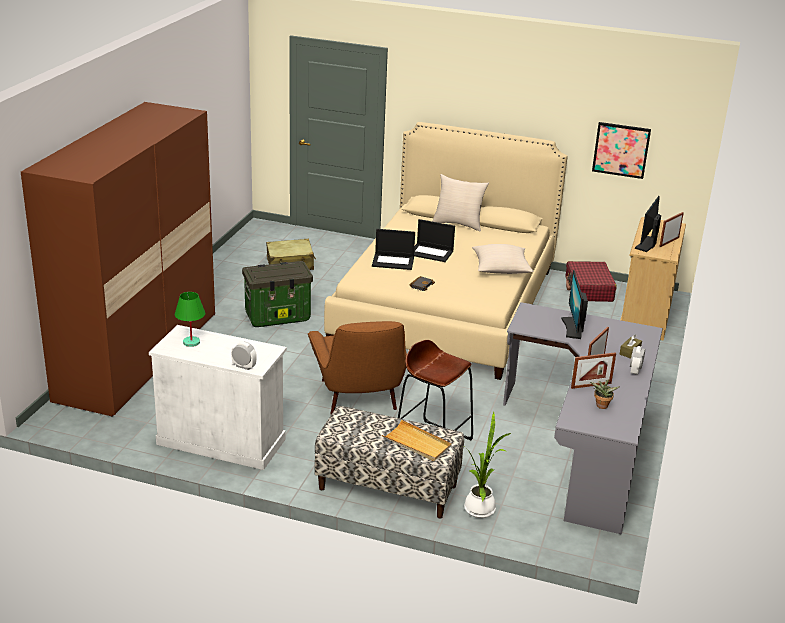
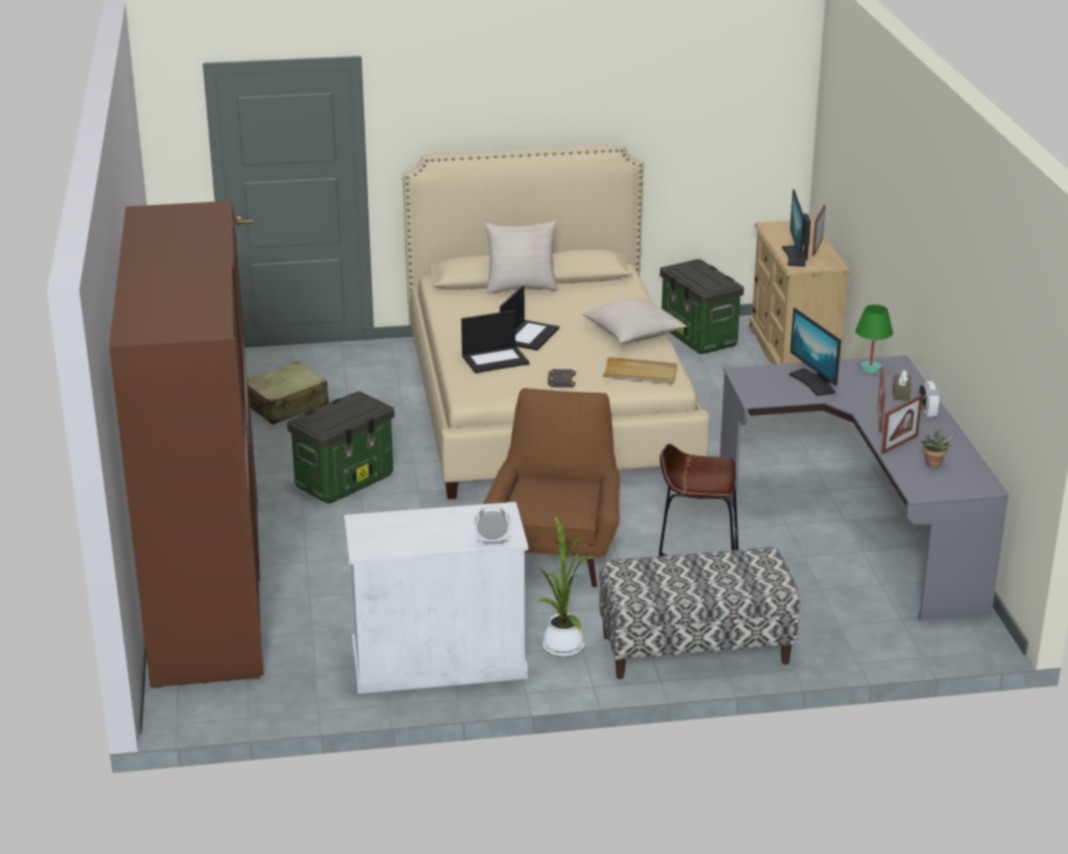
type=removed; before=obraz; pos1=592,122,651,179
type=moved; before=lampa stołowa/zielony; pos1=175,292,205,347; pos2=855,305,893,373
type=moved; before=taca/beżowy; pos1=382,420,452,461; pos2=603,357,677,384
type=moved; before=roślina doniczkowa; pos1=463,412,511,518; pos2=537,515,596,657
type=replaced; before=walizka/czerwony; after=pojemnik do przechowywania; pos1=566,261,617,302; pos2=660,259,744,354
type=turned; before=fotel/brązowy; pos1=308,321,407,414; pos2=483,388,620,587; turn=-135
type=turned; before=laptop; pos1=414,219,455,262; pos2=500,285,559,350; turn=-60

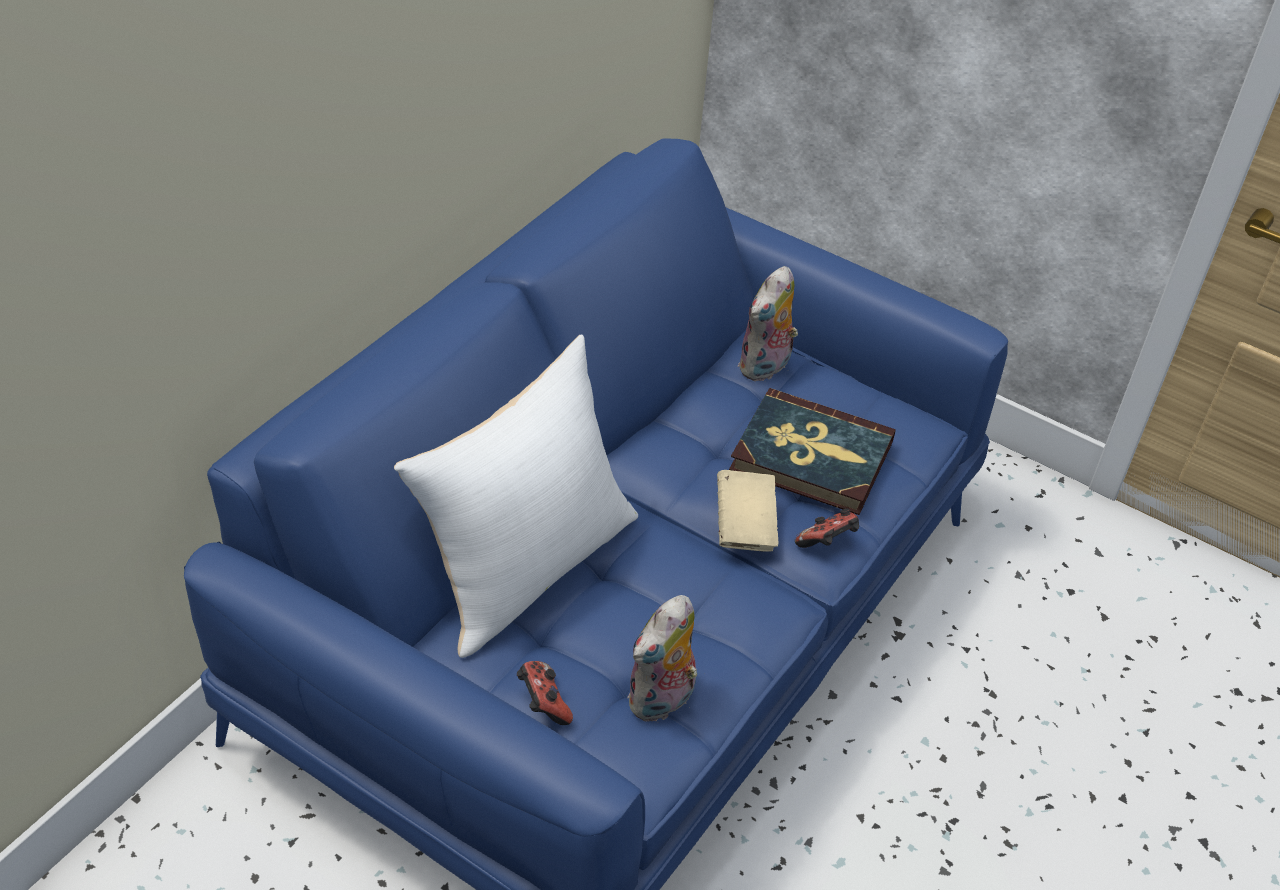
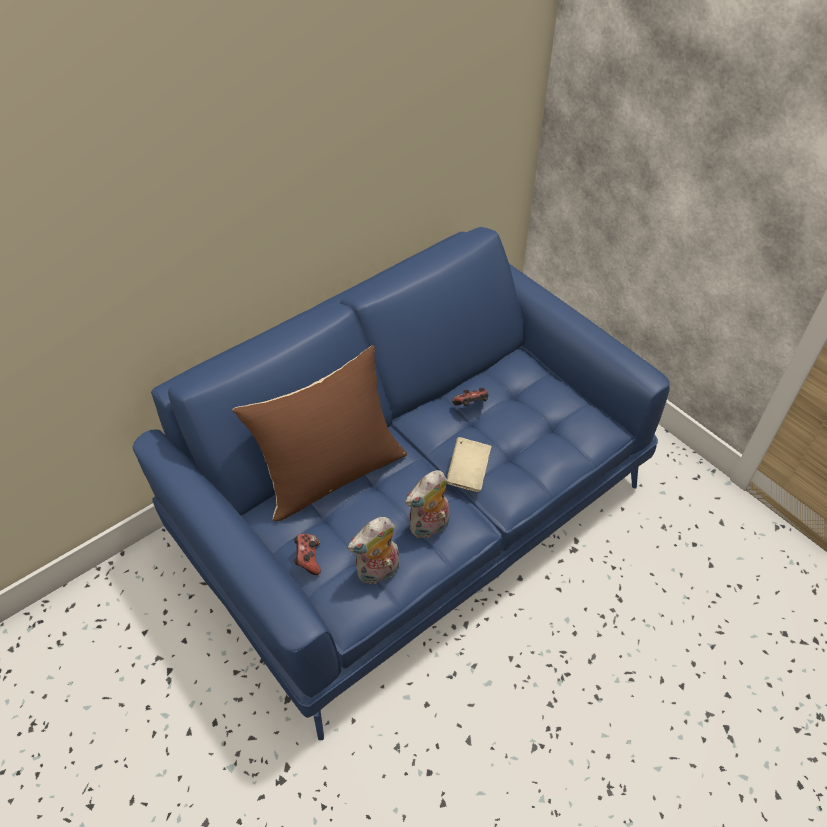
type=removed; before=książka; pos1=729,388,896,515
type=moved; before=pluszak; pos1=738,266,798,381; pos2=405,470,450,538
type=moved; before=pad do gier; pos1=795,509,859,548; pos2=452,388,488,406
type=recoloured; before=poduszka/biały; after=poduszka/brązowy; pos1=394,335,638,658; pos2=232,345,407,522

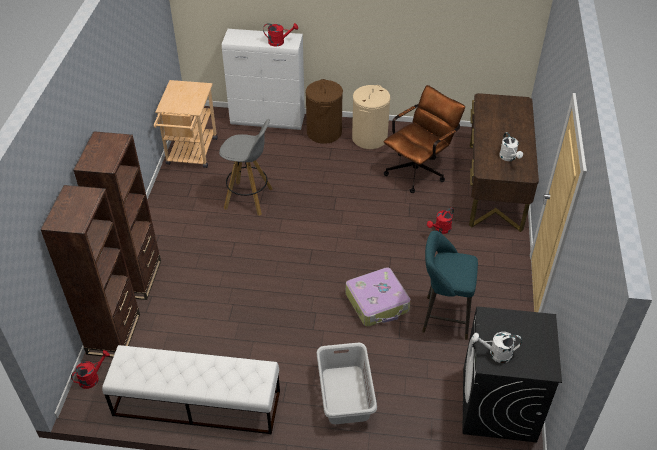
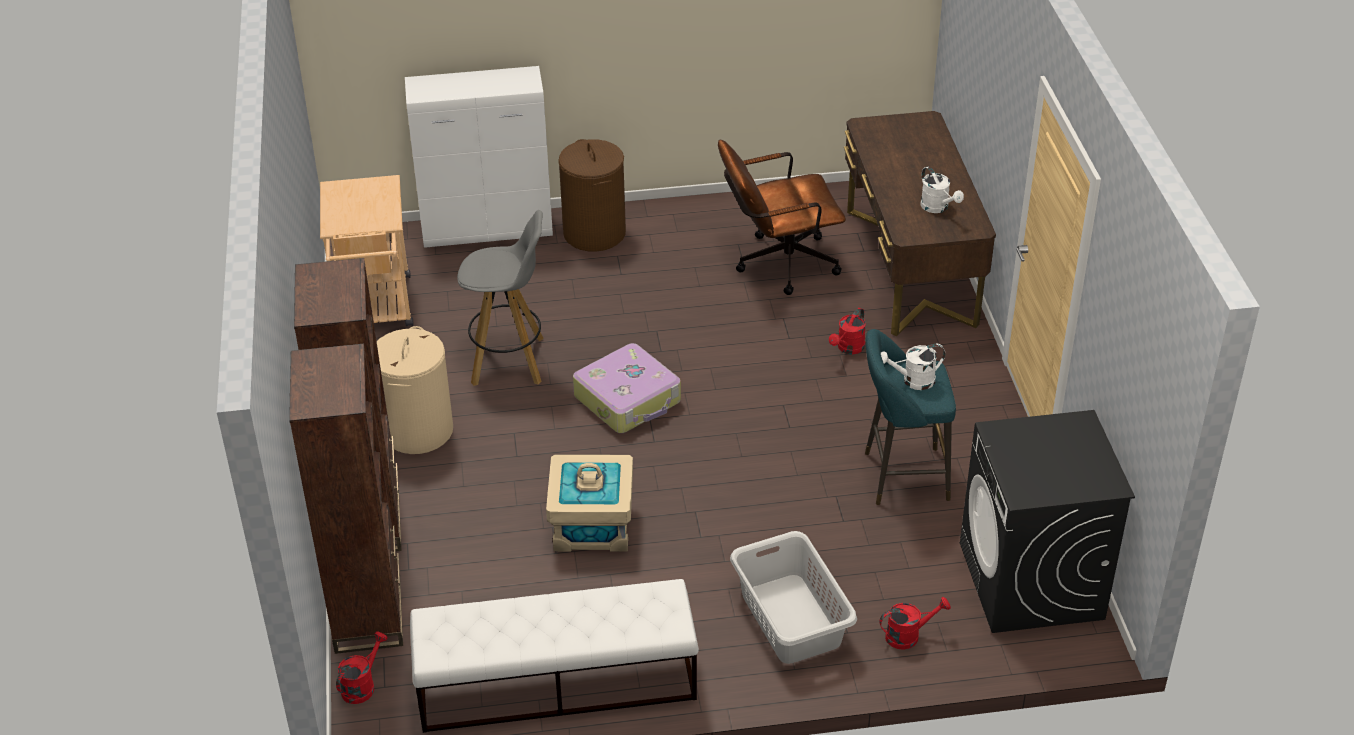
type=added; after=pojemnik do przechowywania/beżowy; pos2=546,454,633,552
type=moved; before=konewka/czerwony; pos1=263,23,298,46; pos2=880,597,951,650
type=moved; before=walizka; pos1=346,267,411,327; pos2=573,343,681,433
type=moved; before=kosz na pranie/beżowy; pos1=352,85,390,149; pos2=377,326,453,454
type=moved; before=konewka/biały; pos1=472,332,522,363; pos2=881,344,945,390
type=turned; before=krzesło biurowe/brązowy; pos1=383,85,465,193; pos2=718,140,846,295; turn=-135

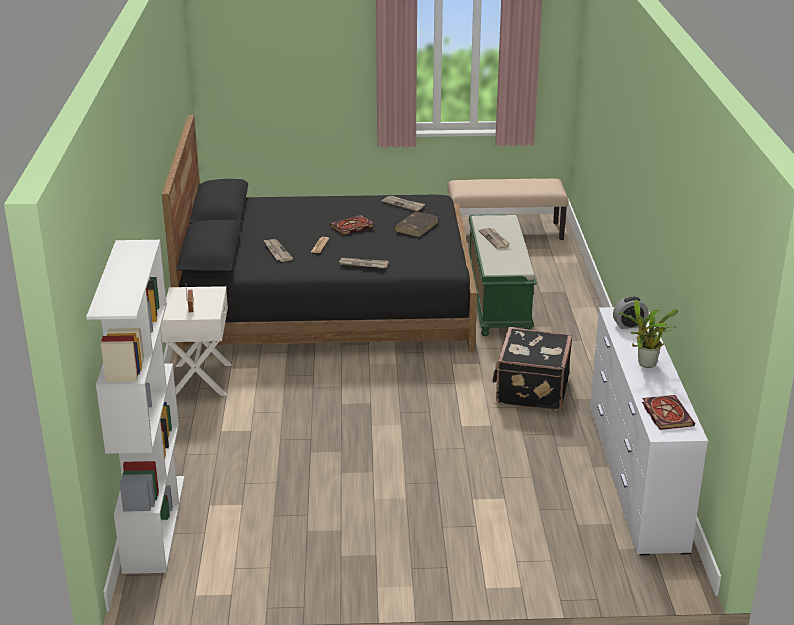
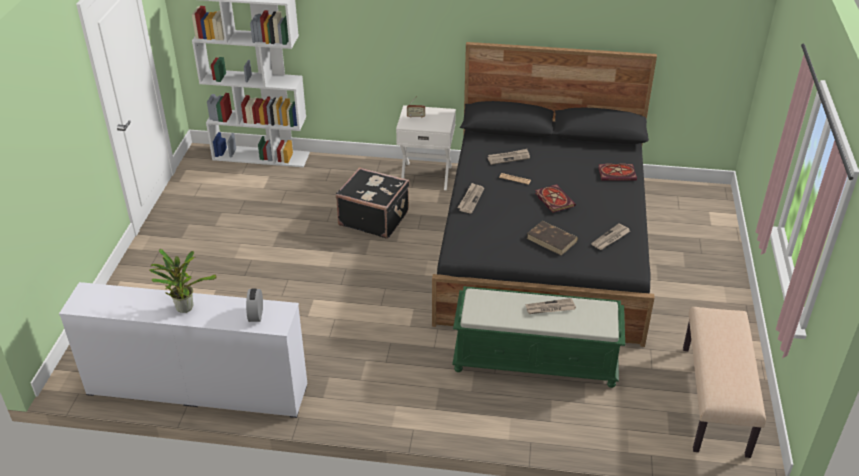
type=moved; before=walizka/czarny; pos1=492,327,572,411; pos2=336,167,410,238
type=moved; before=książka; pos1=642,395,695,430; pos2=598,164,637,181

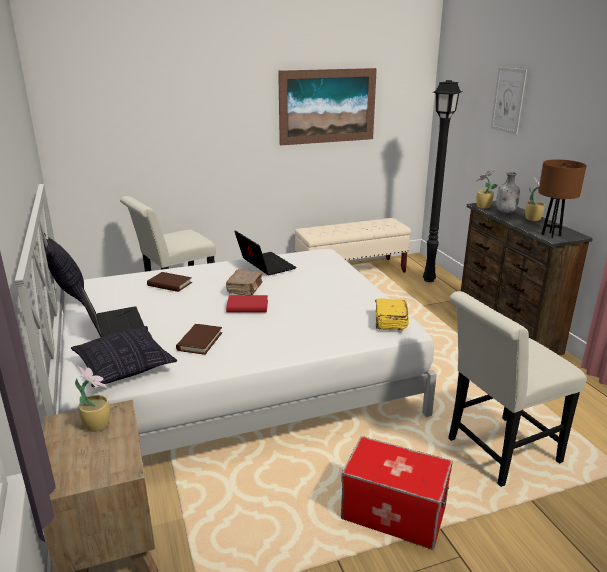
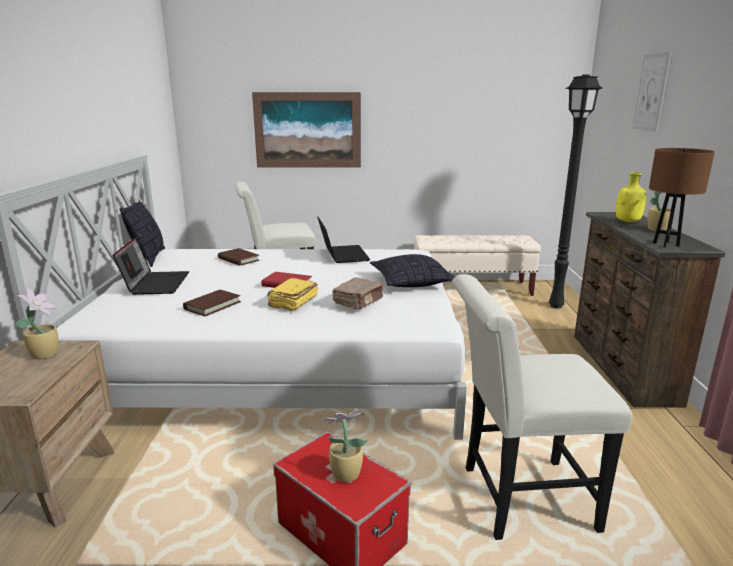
type=moved; before=poduszka; pos1=71,326,177,387; pos2=370,254,455,287
type=moved; before=książka/brązowy; pos1=226,269,262,295; pos2=332,277,383,309
type=moved; before=obraz; pos1=278,68,377,145; pos2=252,92,361,168
type=moved; before=książka/żółty; pos1=375,298,409,331; pos2=268,278,318,311
type=moved; before=roślina doniczkowa; pos1=476,169,498,209; pos2=321,411,368,482
type=recoloured; before=butelka/szary; after=butelka/żółty; pos1=496,172,520,213; pos2=616,172,646,222

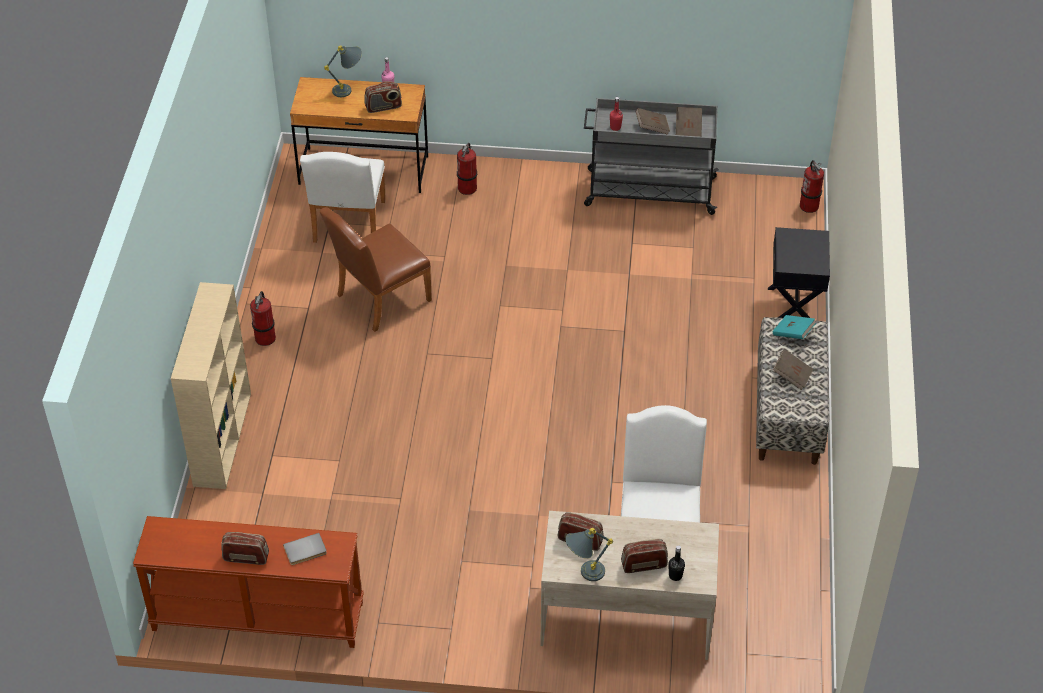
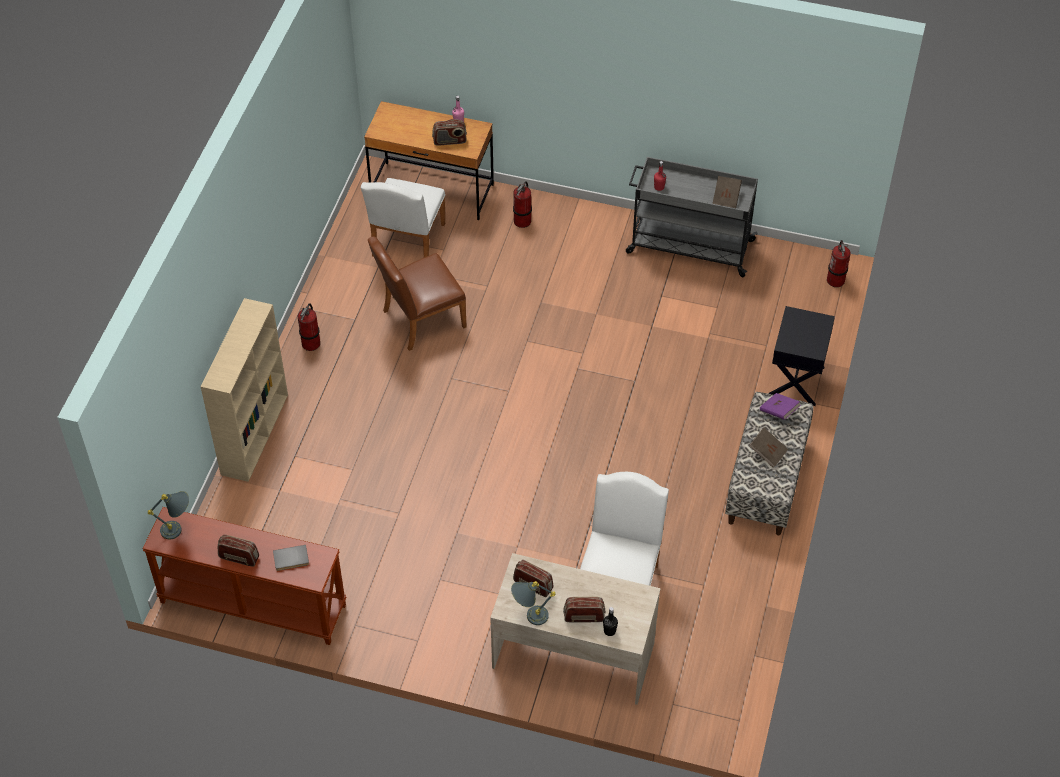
type=removed; before=książka/brązowy; pos1=636,108,670,135
type=moved; before=lampa stołowa/szary; pos1=324,45,362,97; pos2=148,491,189,539
type=recoloured; before=książka/turkusowy; after=książka/fioletowy; pos1=773,315,816,339; pos2=760,393,801,420

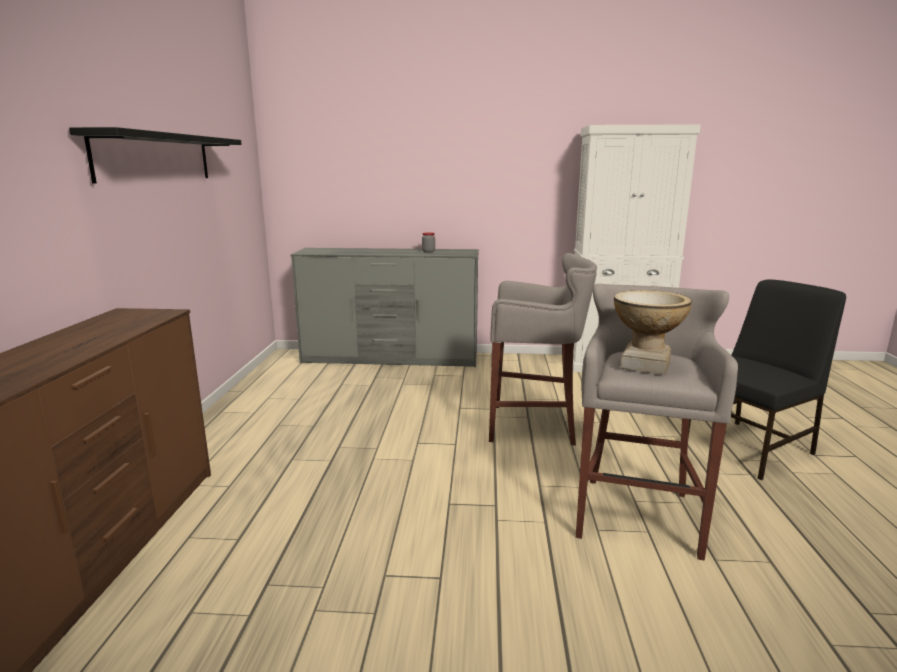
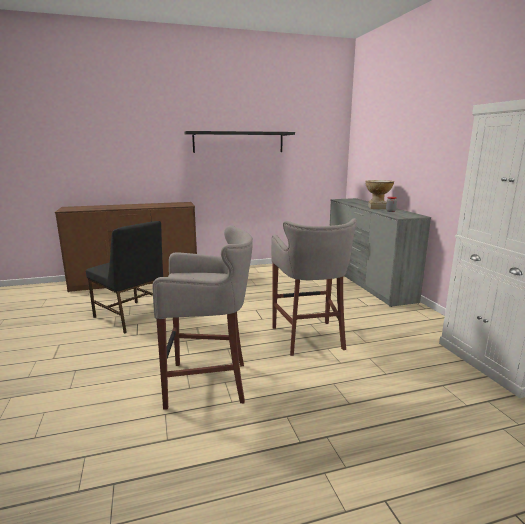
type=moved; before=wazon; pos1=614,290,692,375; pos2=365,180,394,209
type=moved; before=krzesło/czarny; pos1=688,279,846,480; pos2=86,221,163,333

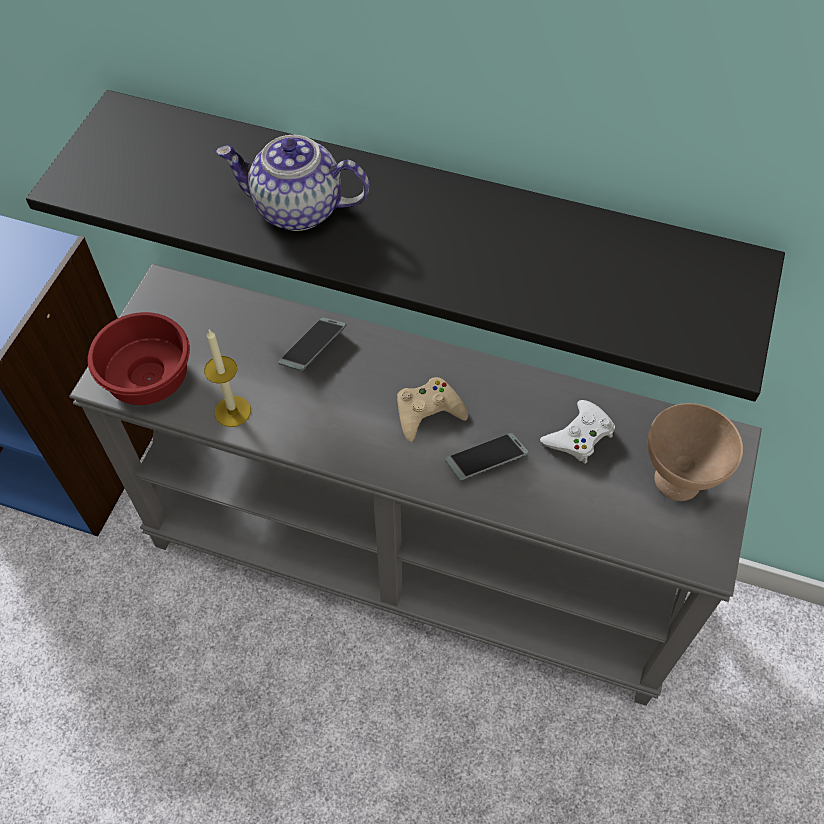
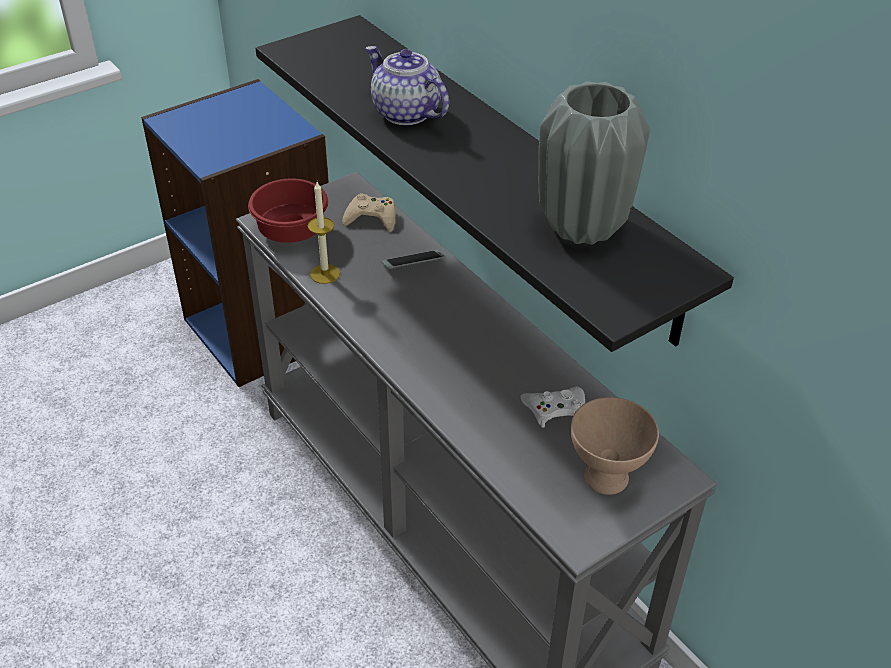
type=removed; before=telefon; pos1=445,433,529,480
type=added; after=wazon/szary; pos2=539,81,650,245
type=moved; before=pad do gier/beżowy; pos1=397,377,468,442; pos2=342,193,395,232

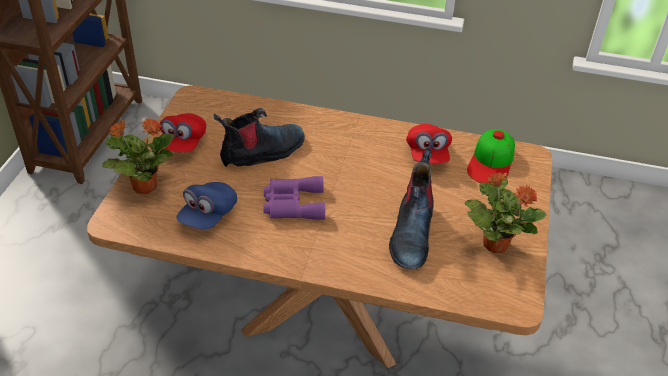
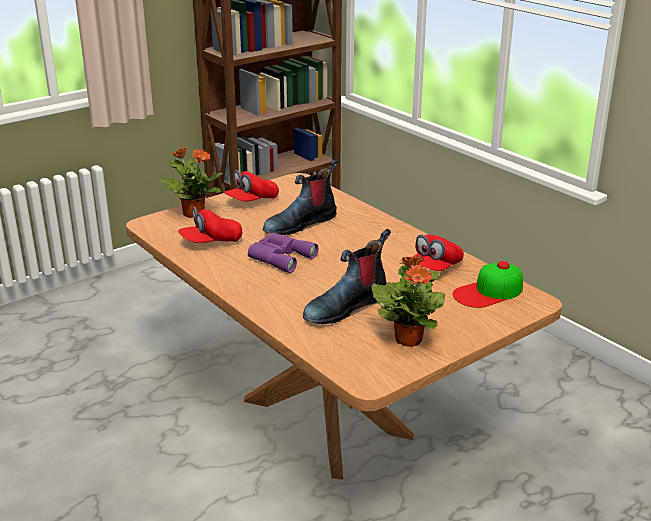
type=recoloured; before=czapka z daszkiem/niebieski; after=czapka z daszkiem/czerwony; pos1=176,182,237,229; pos2=178,207,242,243
type=turned; before=but z cholewką; pos1=214,108,305,167; pos2=263,158,338,235; turn=135

